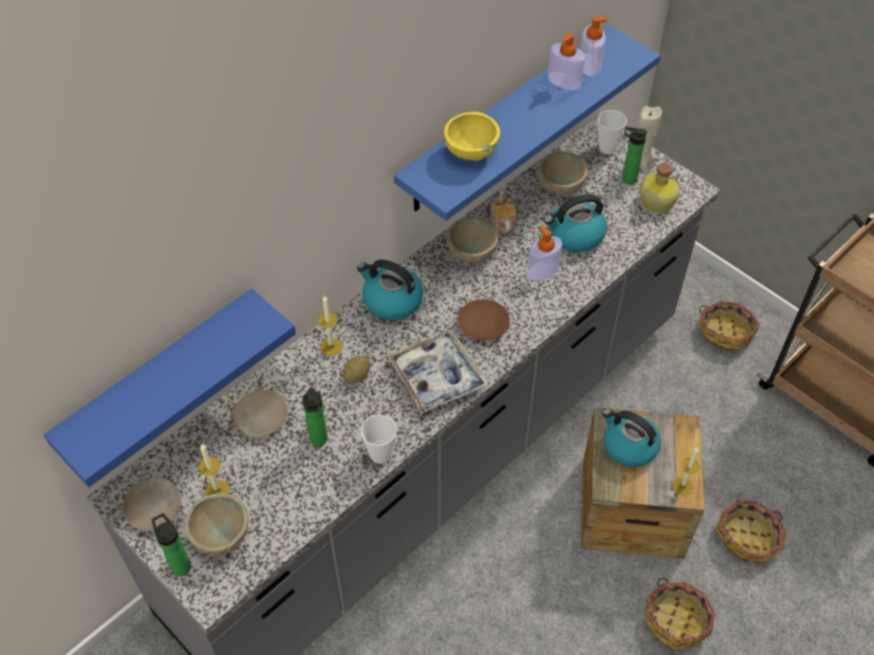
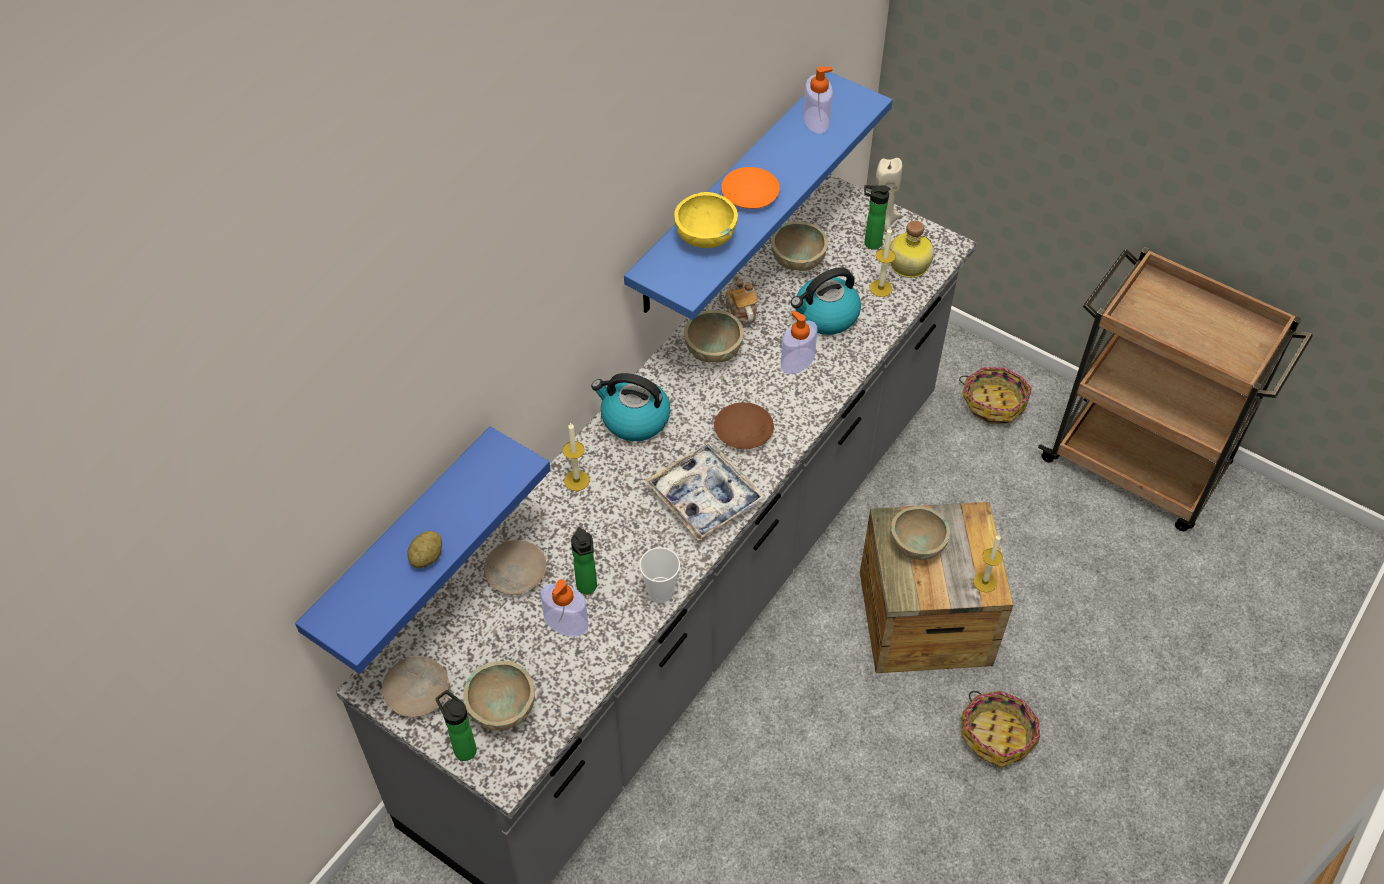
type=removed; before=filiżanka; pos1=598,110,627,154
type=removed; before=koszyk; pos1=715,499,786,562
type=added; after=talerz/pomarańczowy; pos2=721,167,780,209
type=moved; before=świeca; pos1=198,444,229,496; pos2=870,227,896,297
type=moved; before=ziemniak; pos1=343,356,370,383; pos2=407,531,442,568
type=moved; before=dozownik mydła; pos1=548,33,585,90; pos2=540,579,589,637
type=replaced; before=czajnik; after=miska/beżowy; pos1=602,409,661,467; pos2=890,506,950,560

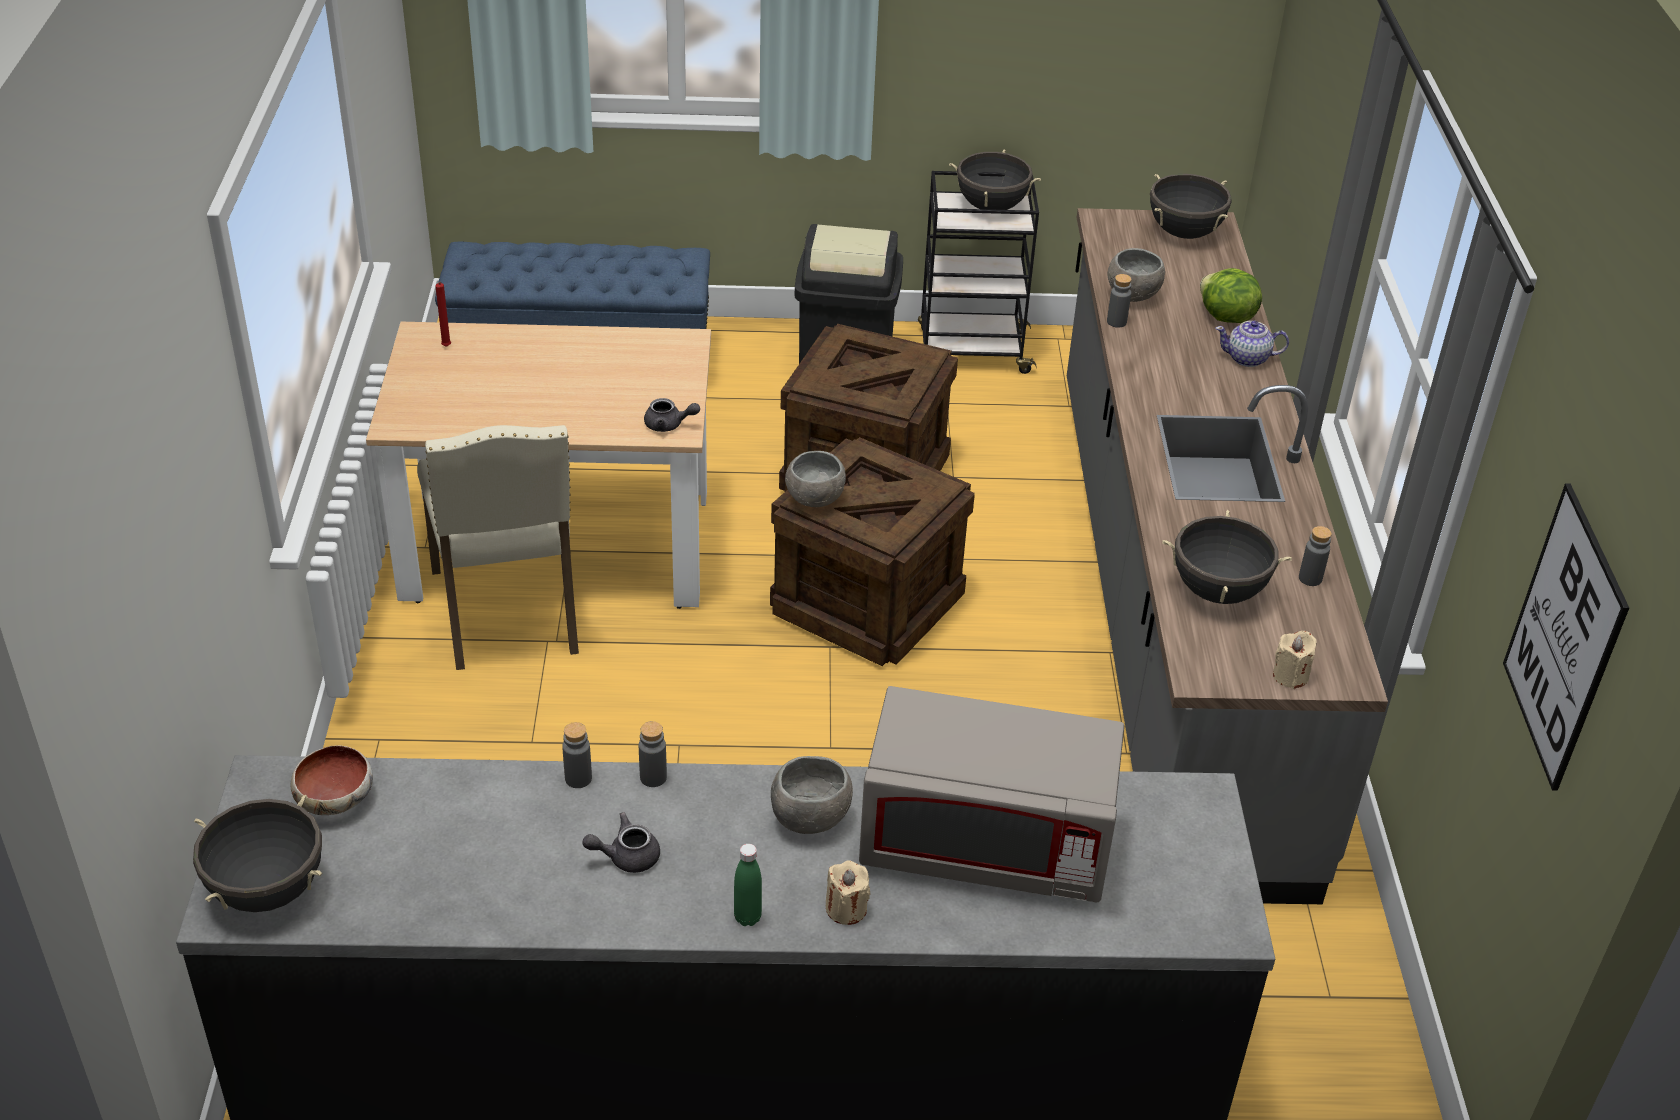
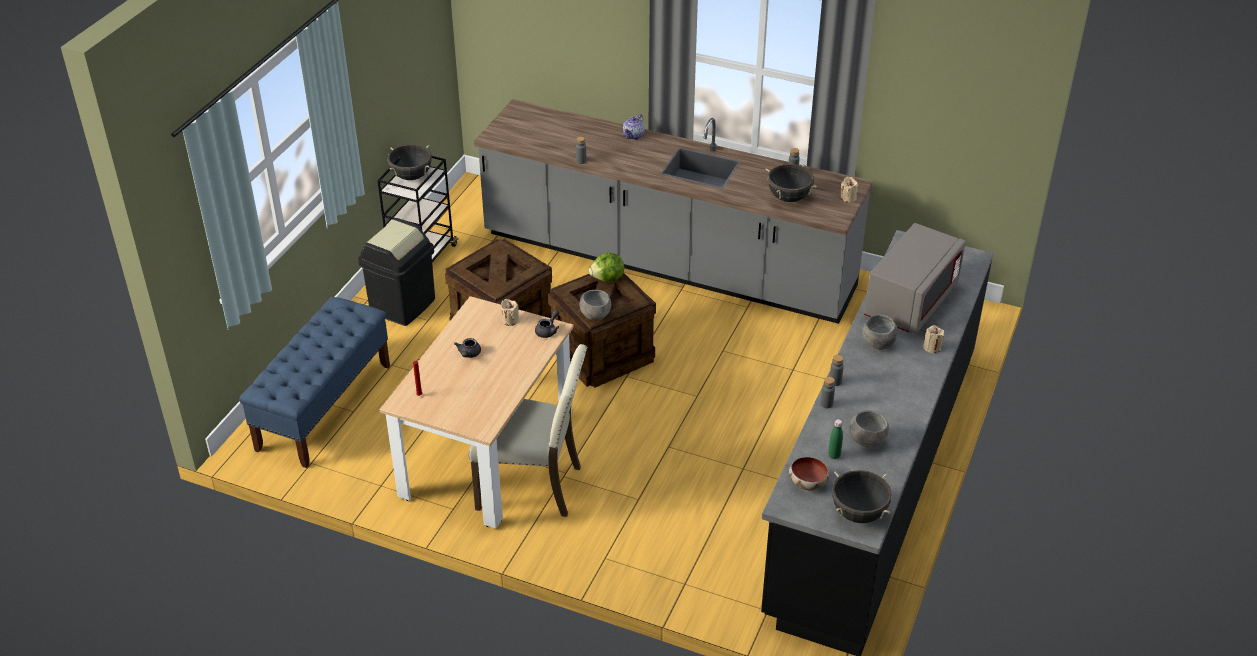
type=removed; before=garnek/czarny; pos1=1150,174,1232,239
type=removed; before=obraz; pos1=1503,483,1629,791
type=added; after=świeca/beżowy; pos2=501,299,519,326
type=moved; before=imbryk/szary; pos1=582,812,660,873; pos2=454,338,481,358
type=moved; before=butelka/zielony; pos1=734,844,762,926; pos2=828,419,843,459
type=moved; before=miska/szary; pos1=1108,248,1165,302; pos2=849,410,889,448
type=moved; before=sałata; pos1=1200,268,1262,323; pos2=589,253,624,282

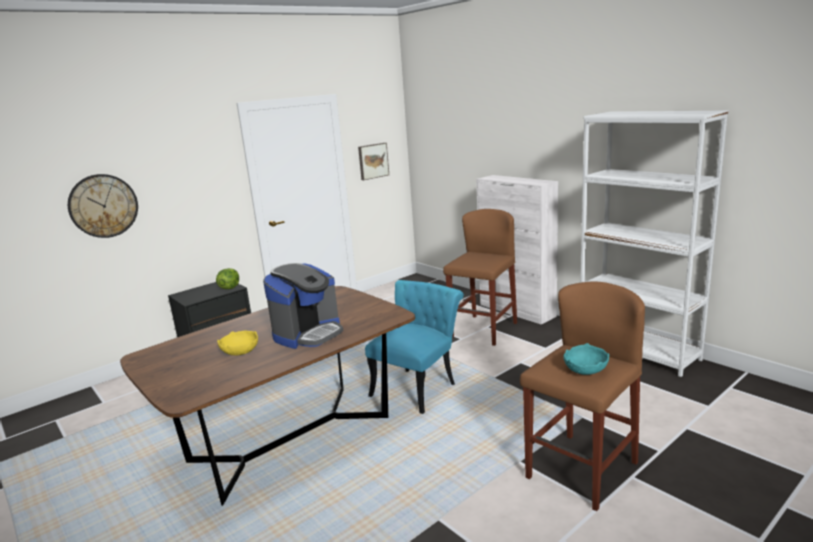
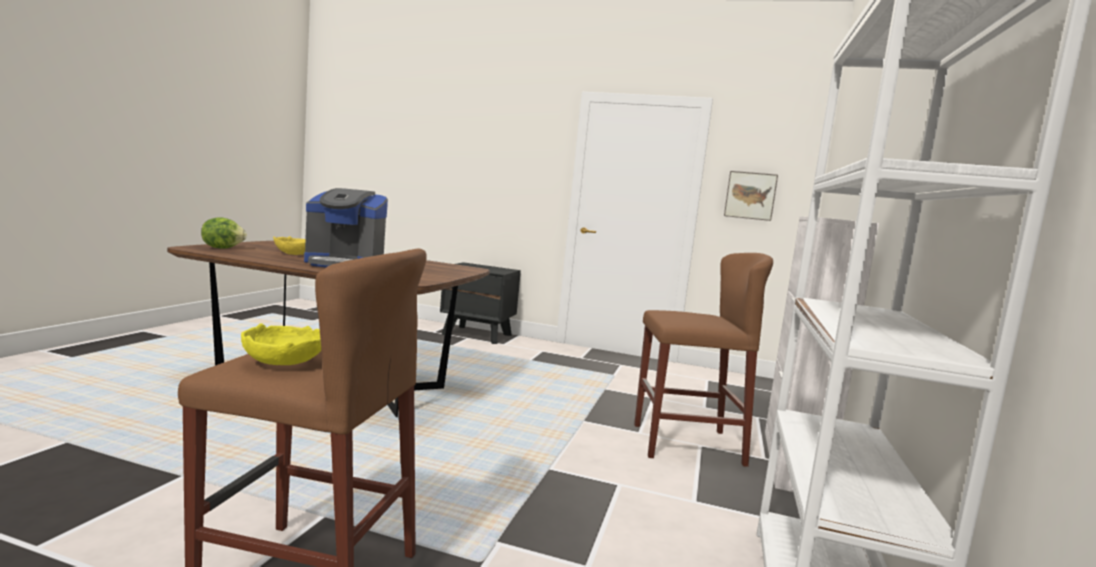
type=removed; before=zegar ścienny; pos1=68,174,138,238
type=removed; before=krzesło/turkusowy; pos1=365,280,464,414
type=moved; before=sałata; pos1=216,268,239,289; pos2=201,217,247,249
type=recoloured; before=miska/turkusowy; after=miska/żółty; pos1=563,343,609,375; pos2=241,323,321,365

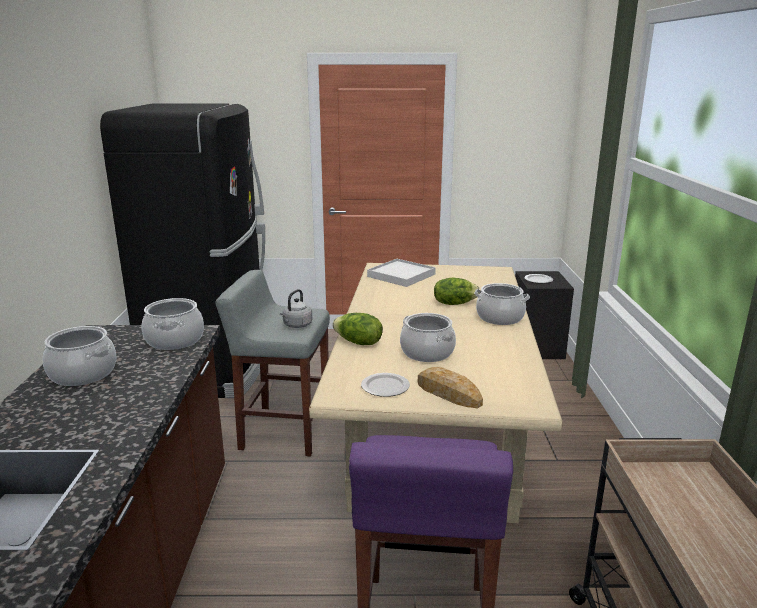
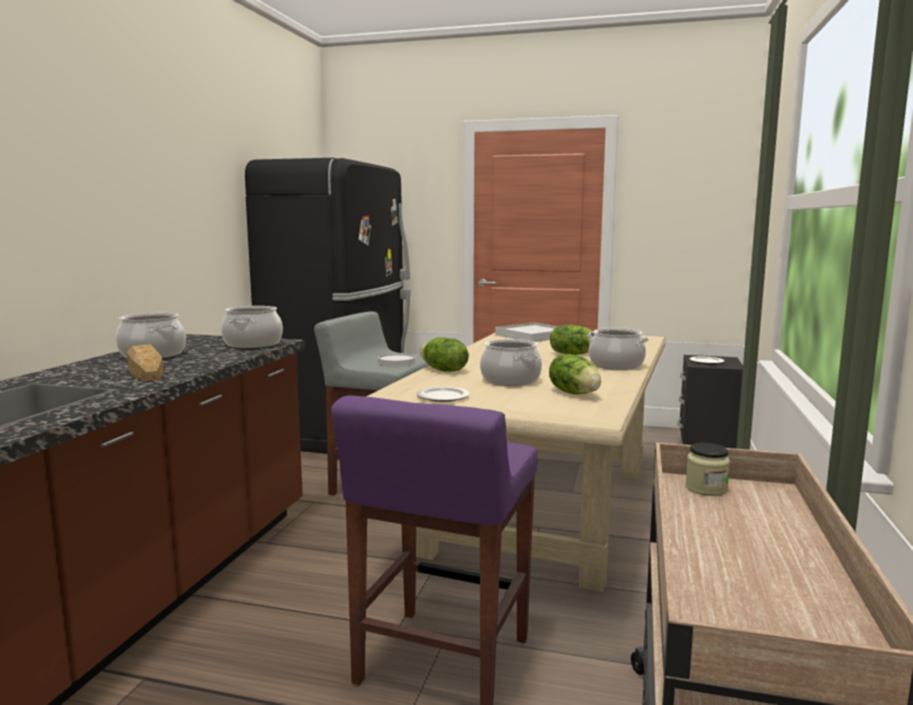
type=added; after=sałata; pos2=549,354,601,394
type=added; after=słoik; pos2=685,443,730,496
type=moved; before=chleb; pos1=418,367,483,408; pos2=127,344,163,381
type=replaced; before=czajnik/szary; after=talerz/biały; pos1=280,289,312,328; pos2=378,353,415,366

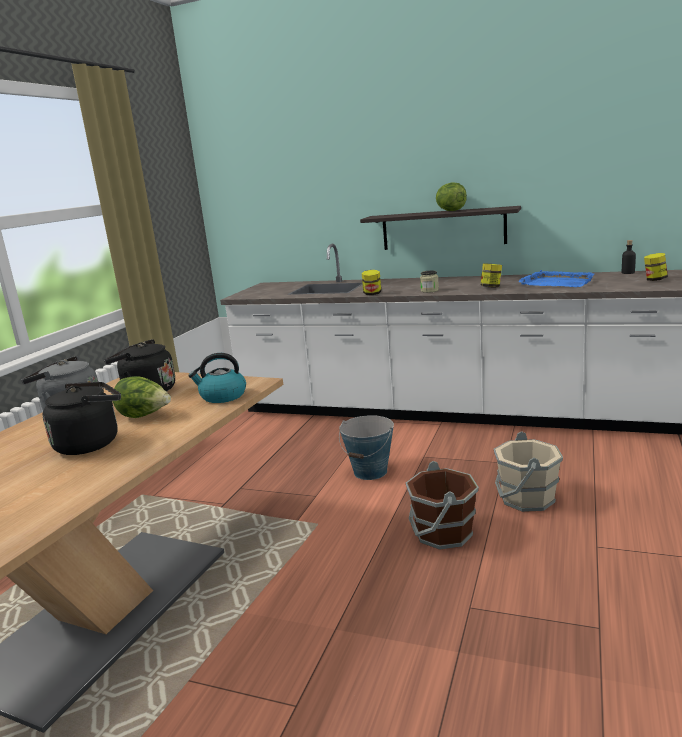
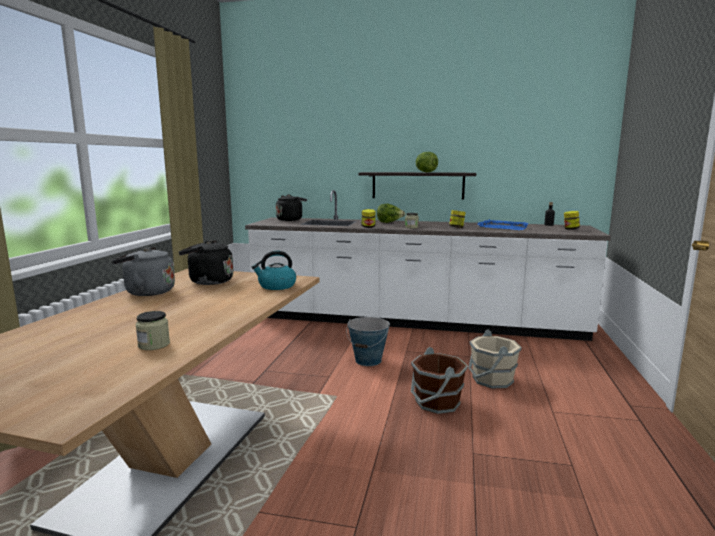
type=added; after=słoik; pos2=136,311,170,350
type=moved; before=czajnik/czarny; pos1=43,382,121,455; pos2=276,194,307,221
type=moved; before=sałata; pos1=112,376,171,418; pos2=377,204,405,223

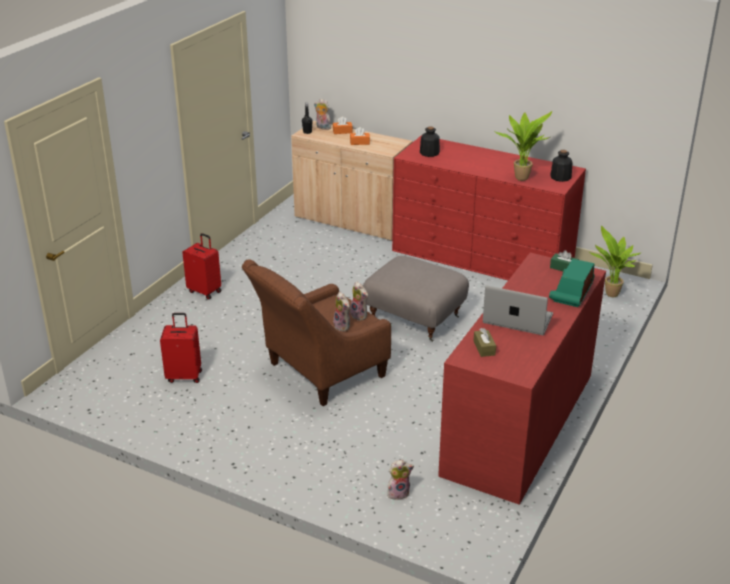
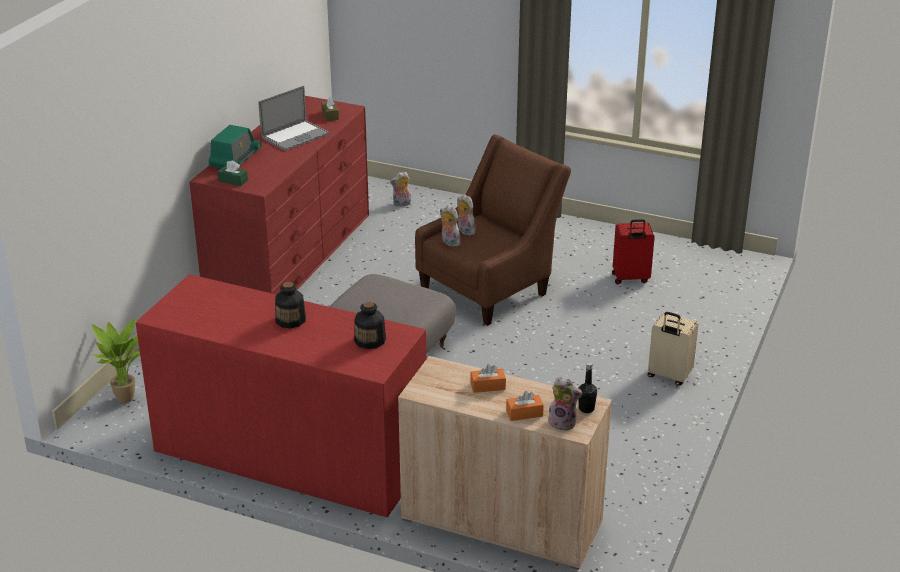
type=removed; before=roślina doniczkowa; pos1=494,111,552,181
type=moved; before=butelka; pos1=550,150,573,182; pos2=275,282,306,328
type=recoloured; before=walizka/czerwony; after=walizka/beżowy; pos1=182,233,221,300; pos2=648,312,699,386
type=turned; before=laptop; pos1=483,285,553,336; pos2=258,86,330,151; turn=-60

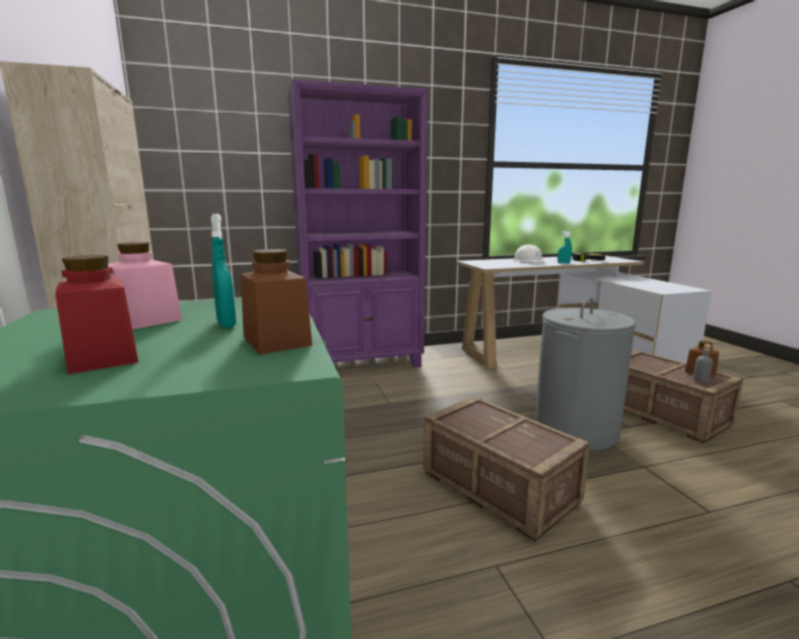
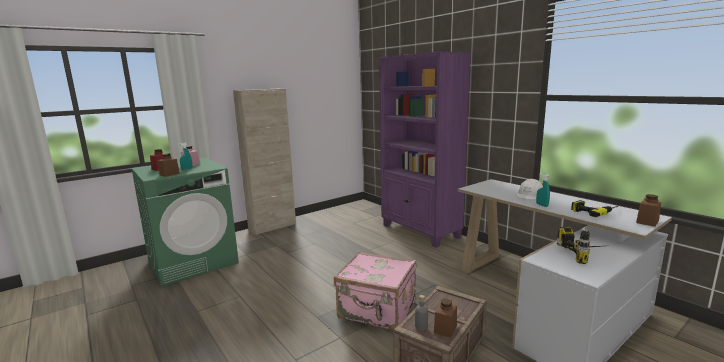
type=removed; before=skrzynka; pos1=423,396,590,541
type=added; after=wiertarka; pos2=557,227,601,264
type=added; after=słoik/brązowy; pos2=636,194,661,227
type=replaced; before=kosz na pranie/szary; after=walizka/różowy; pos1=535,297,636,451; pos2=334,252,416,331

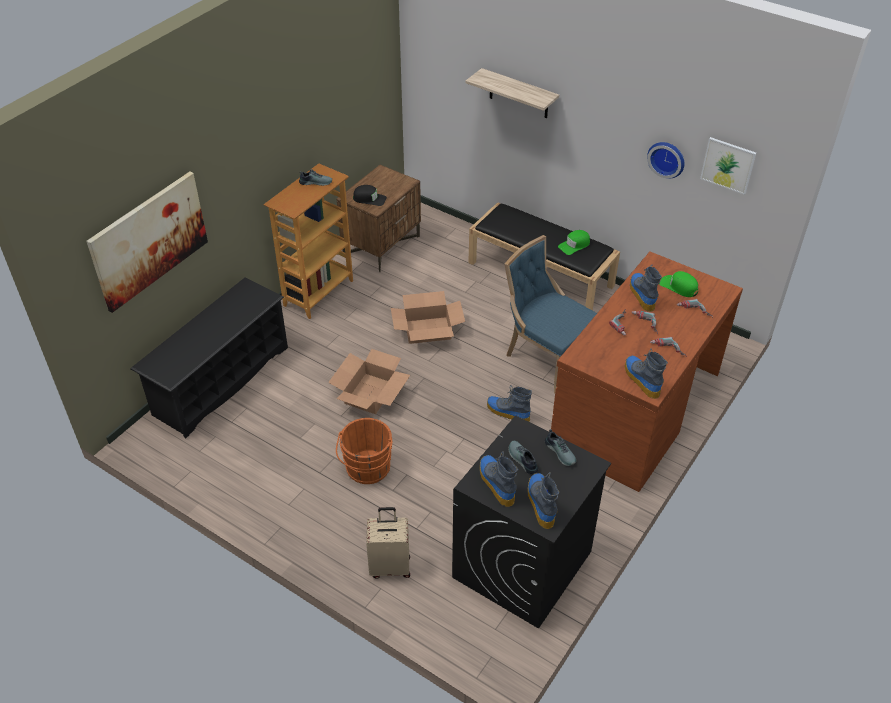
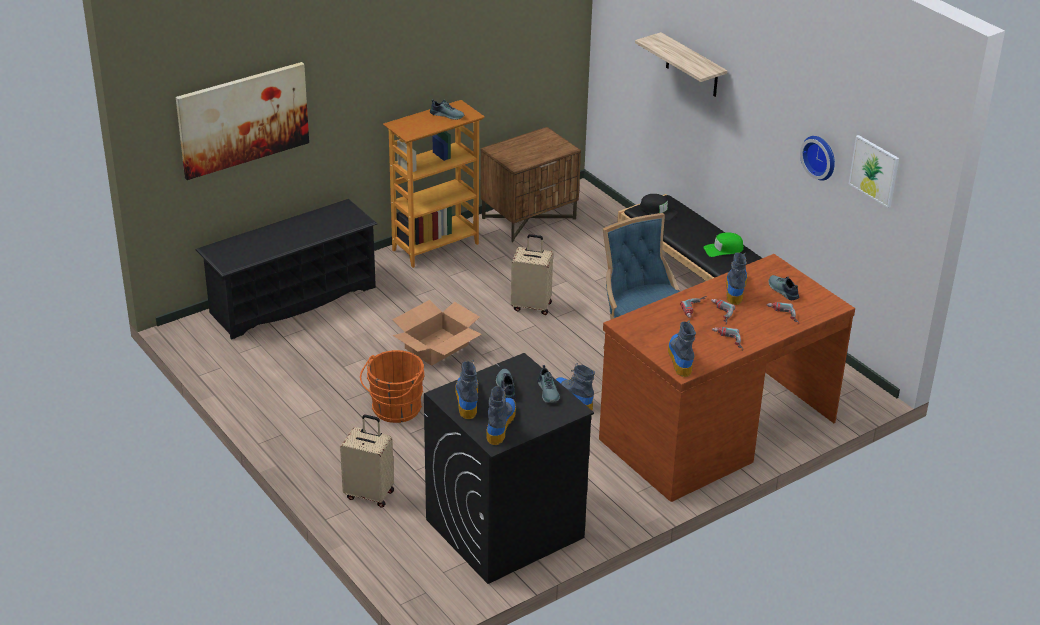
type=moved; before=czapka z daszkiem/czarny; pos1=353,185,387,206; pos2=640,194,678,220
type=replaced; before=karton; after=walizka/beżowy; pos1=391,291,465,344; pos2=511,234,553,315
type=replaced; before=czapka z daszkiem/zielony; after=but; pos1=659,271,698,297; pos2=768,275,799,300

